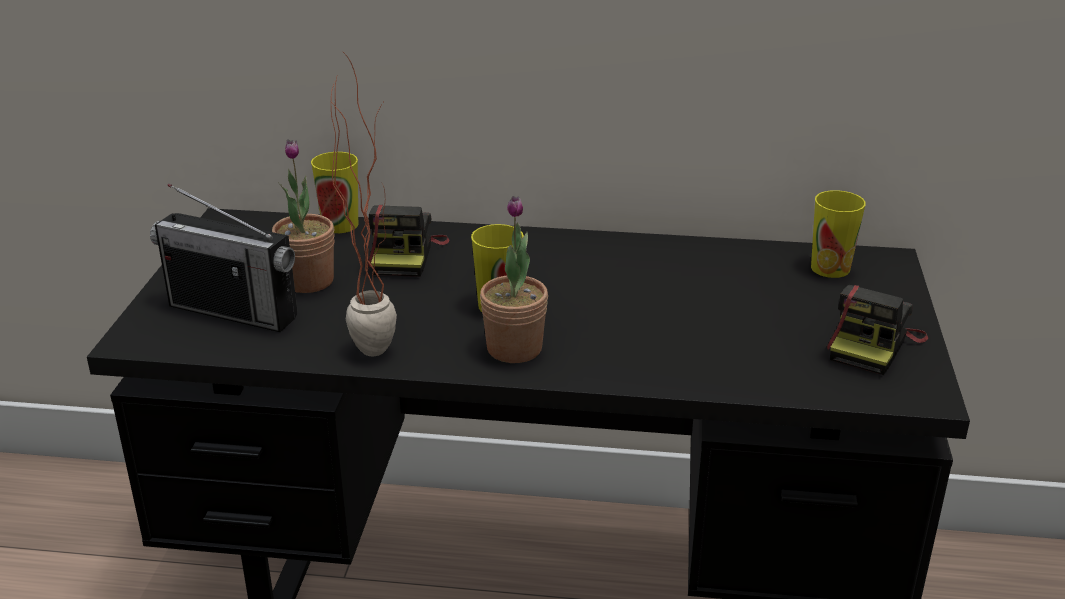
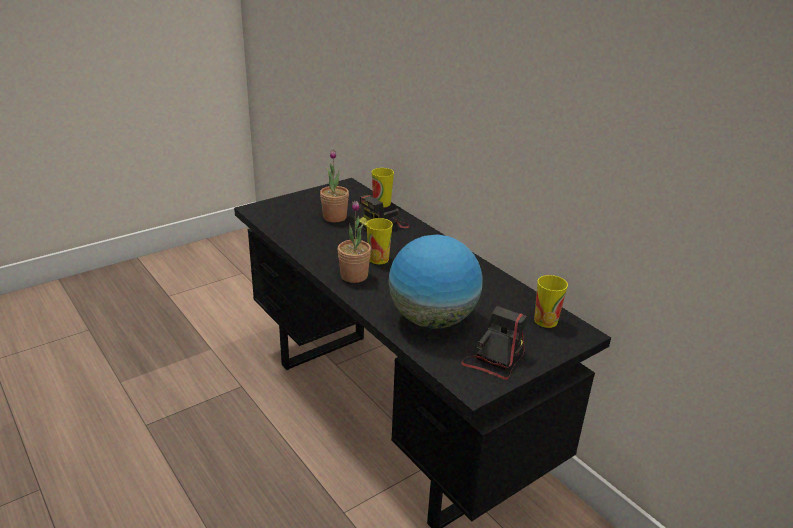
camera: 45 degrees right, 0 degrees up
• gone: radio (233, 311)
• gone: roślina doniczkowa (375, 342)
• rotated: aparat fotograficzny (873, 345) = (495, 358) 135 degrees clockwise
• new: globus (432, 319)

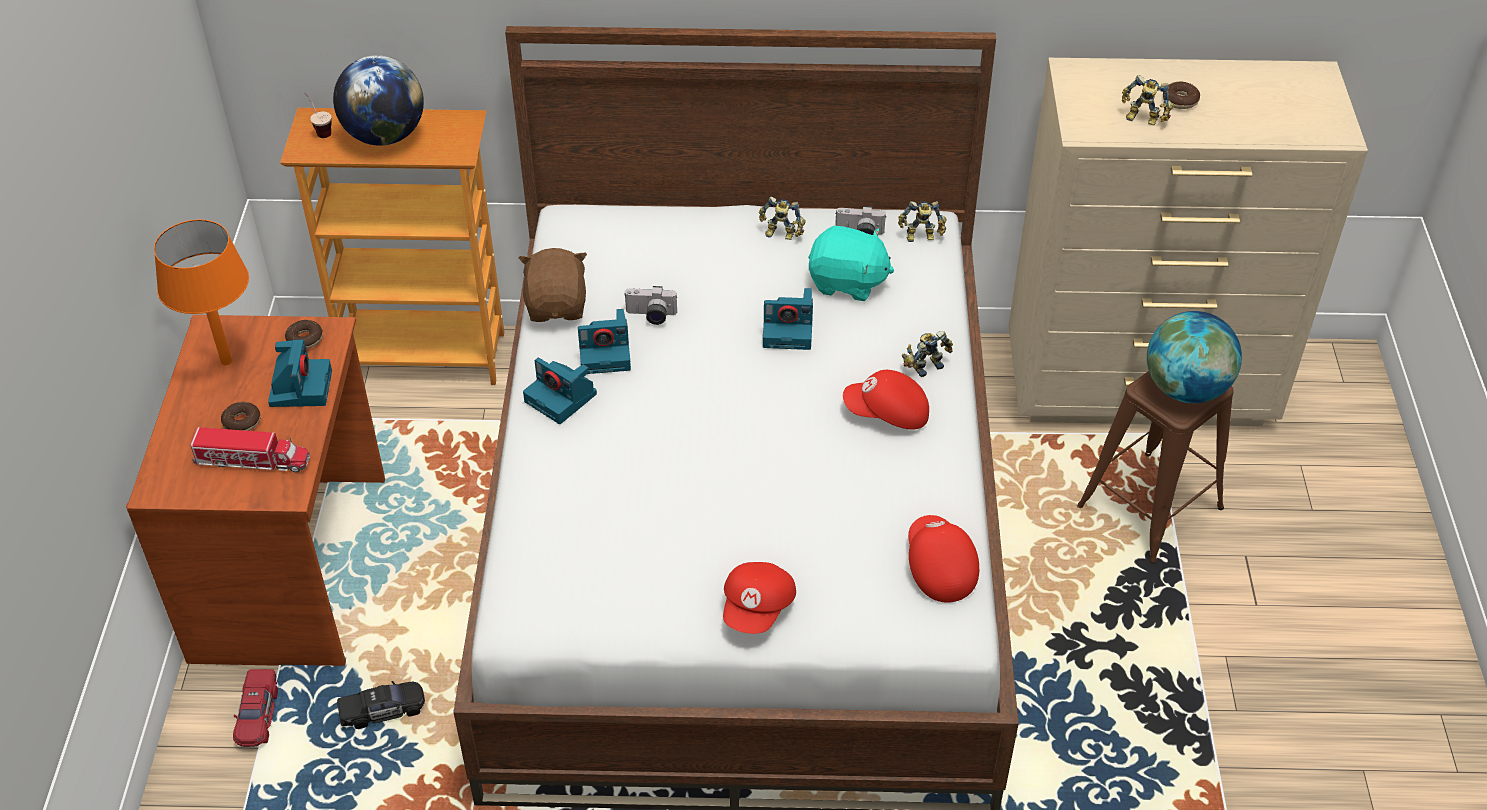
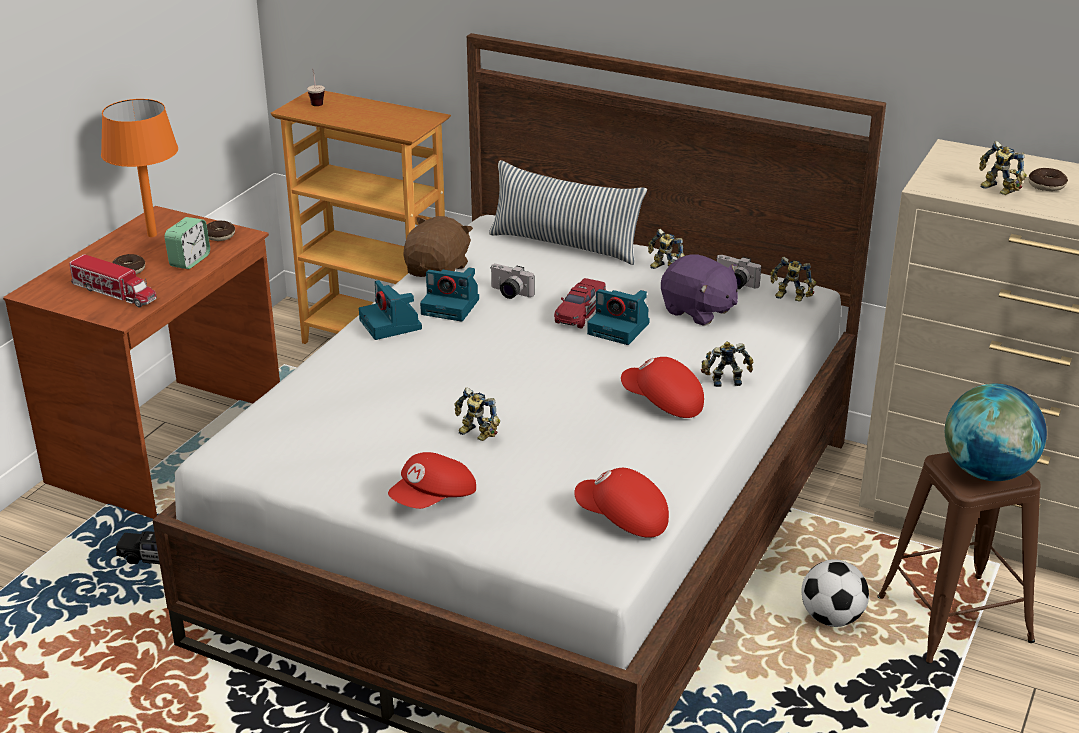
camera: 25 degrees right, 15 degrees down
• shifted: samochodzik/czerwony (258, 715) to (580, 313)
• swapped: aparat fotograficzny (300, 387) to budzik (190, 261)
• gone: globus (385, 136)
• repainted: pluszak/turkusowy (847, 282) to pluszak/fioletowy (698, 311)
• rotated: czapka z daszkiem/czerwony (938, 568) = (622, 519) 75 degrees counterclockwise
• new: robot zabawkowy (475, 435)
• new: poduszka (565, 245)
• new: piłka futbolowa (832, 618)

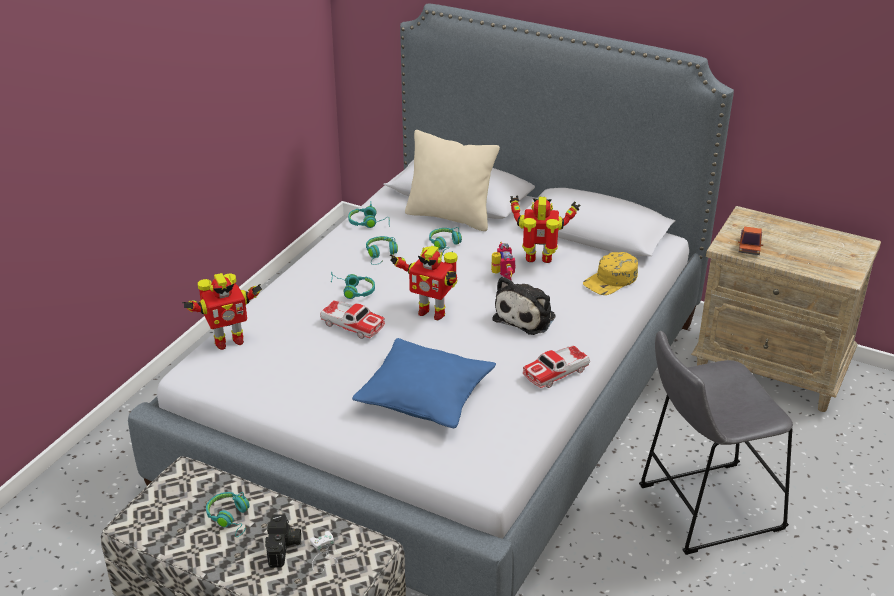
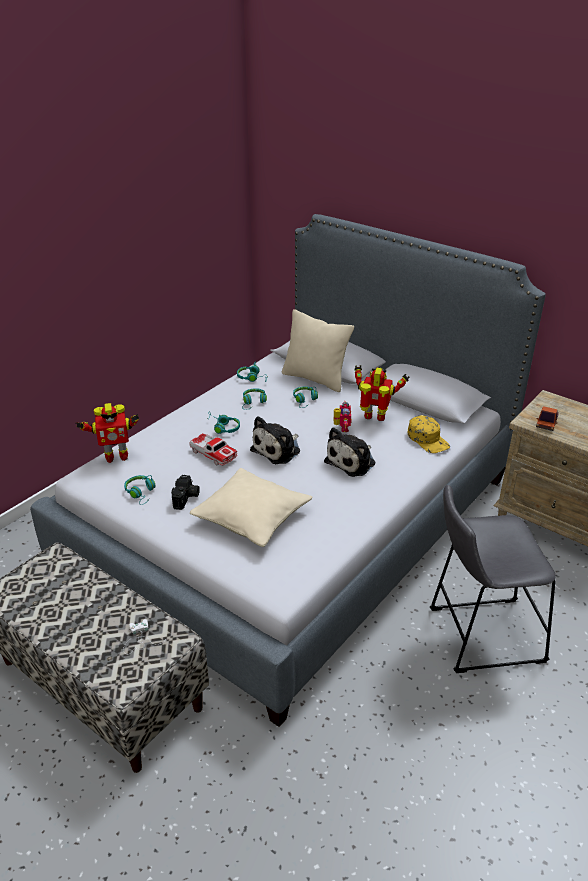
camera: 10 degrees right, 0 degrees up
• shifted: słuchawki/turkusowy (231, 518) to (141, 493)
• shifted: aparat fotograficzny (284, 548) to (186, 498)
• repainted: poduszka/niebieski (425, 397) to poduszka/beżowy (252, 517)
• swapped: robot zabawkowy (431, 312) to pluszak (278, 450)
• gone: samochodzik (556, 372)
• rotated: czapka z daszkiem/żółty (611, 280) = (428, 439) 90 degrees counterclockwise

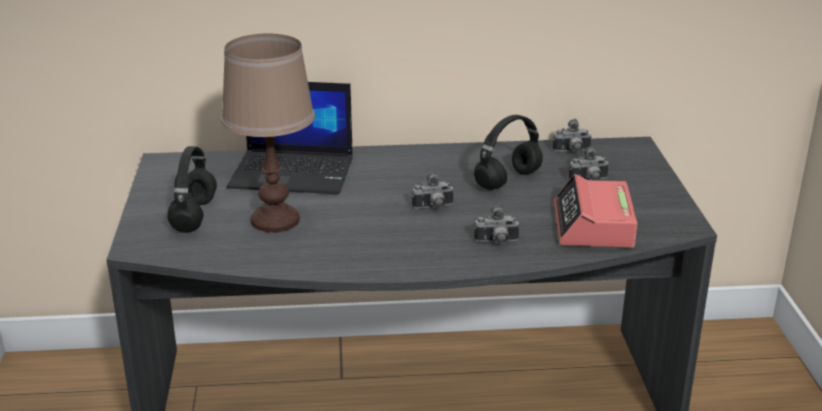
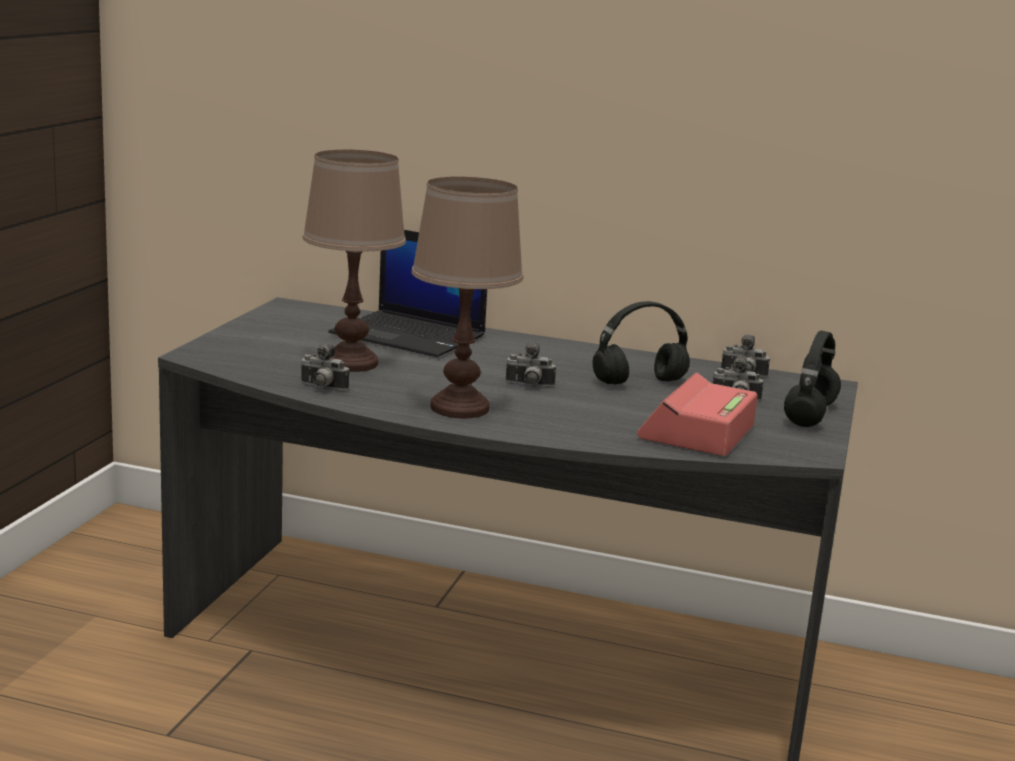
camera: 20 degrees right, 10 degrees down
• shifted: słuchawki/czarny (194, 215) to (809, 415)
• shifted: aparat fotograficzny (496, 242) to (322, 388)
• new: lampa stołowa/brązowy (459, 408)

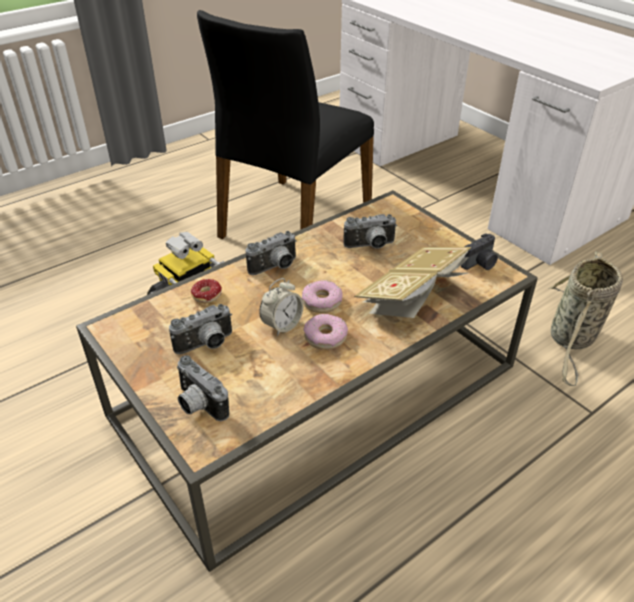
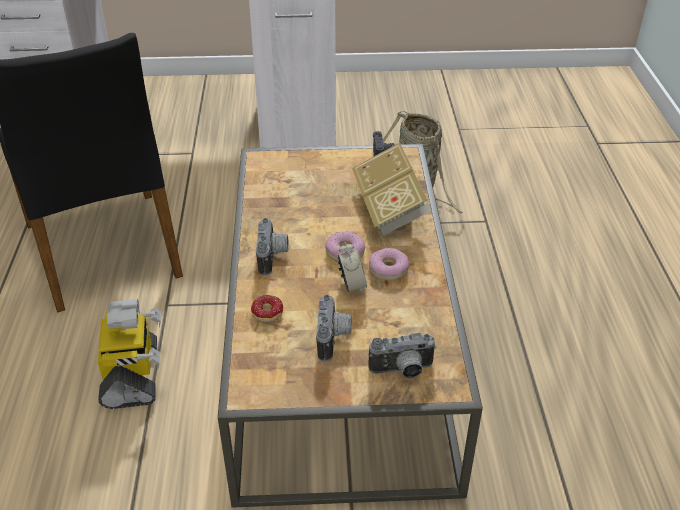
camera: 55 degrees left, 0 degrees up
• gone: aparat fotograficzny (370, 246)

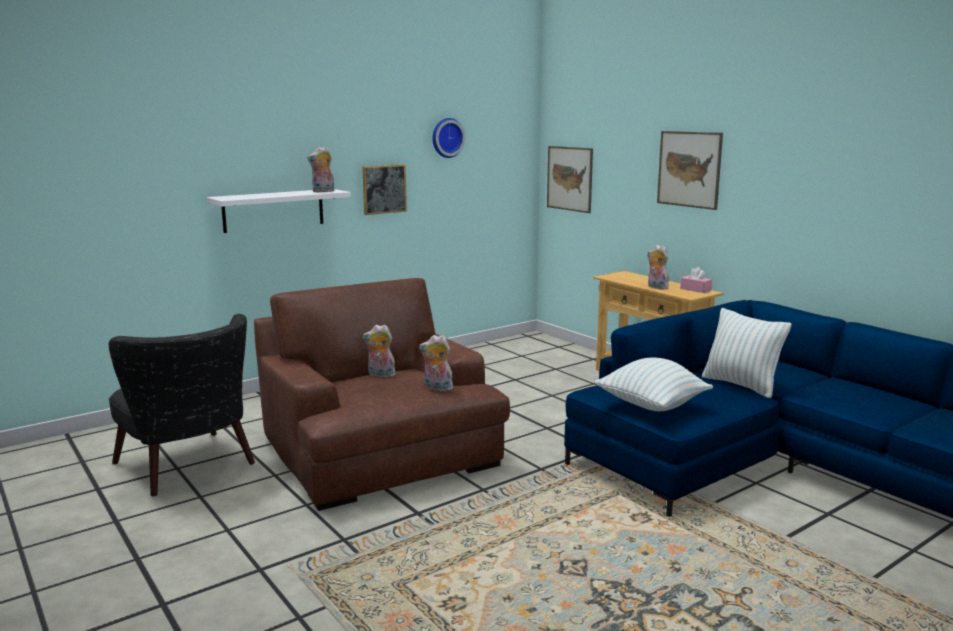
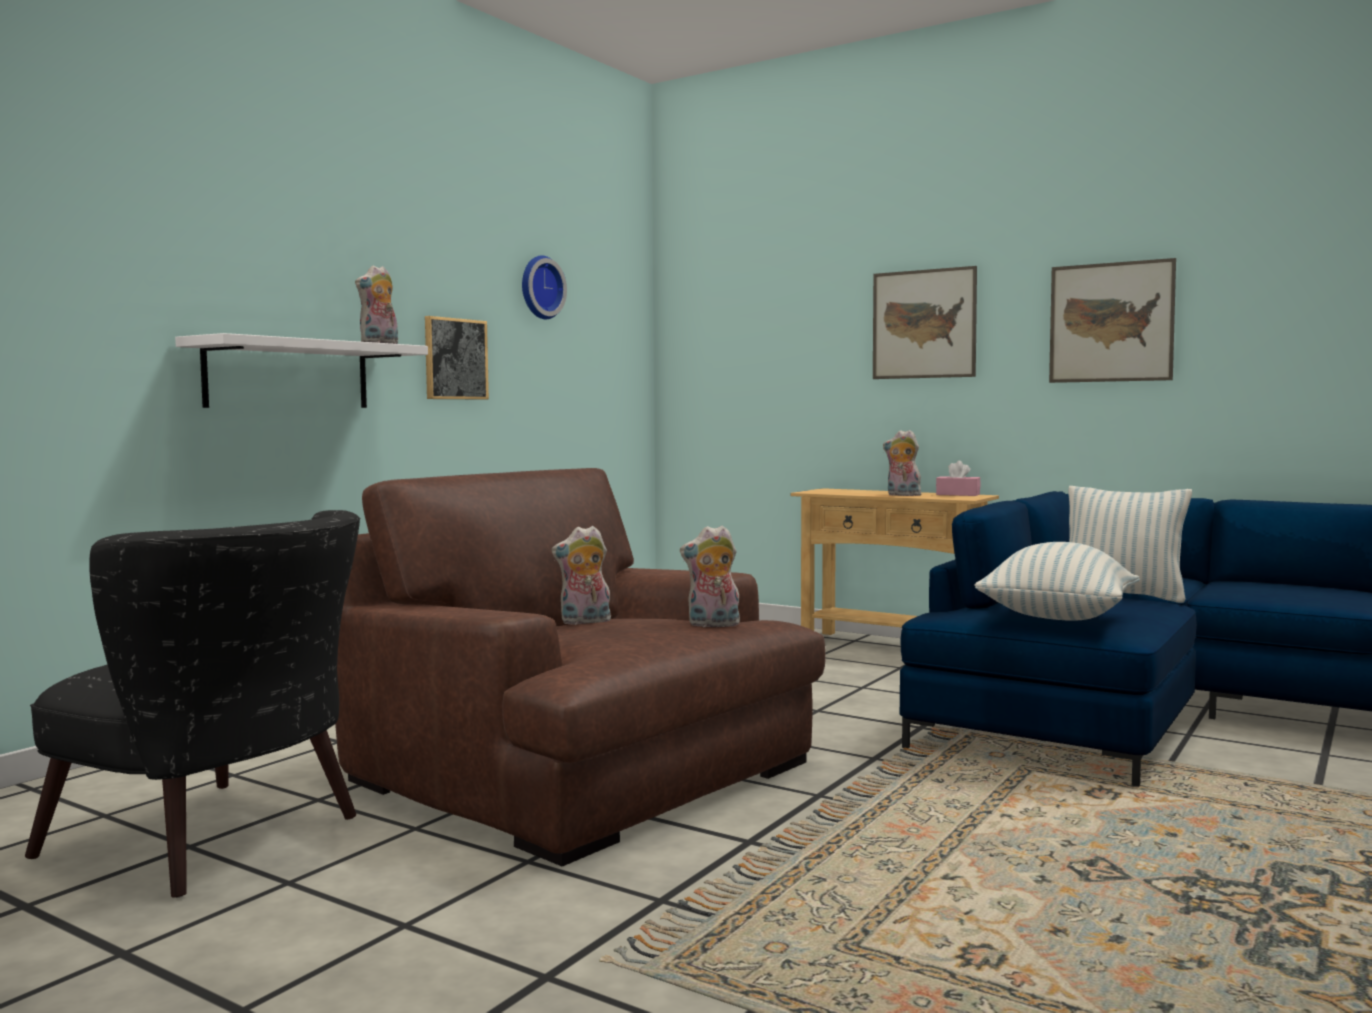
camera: 20 degrees left, 10 degrees down
• shifted: obraz (569, 178) to (1111, 322)

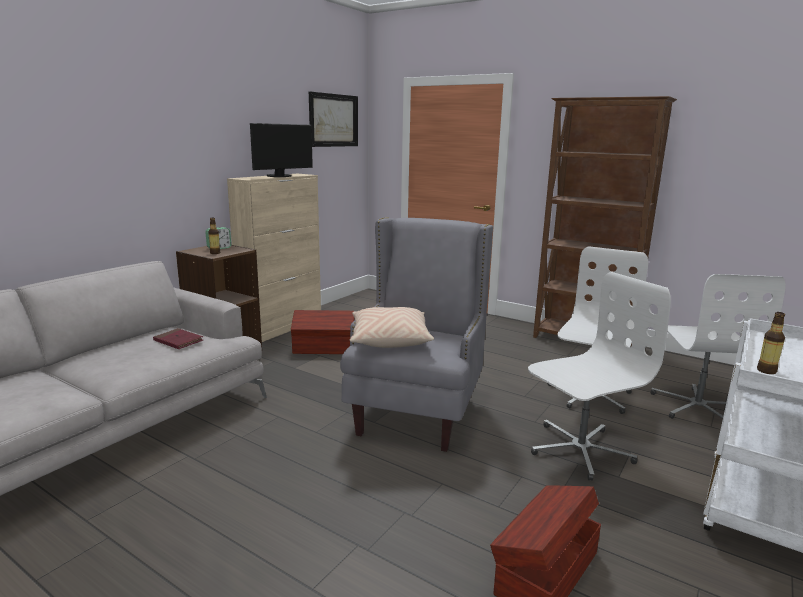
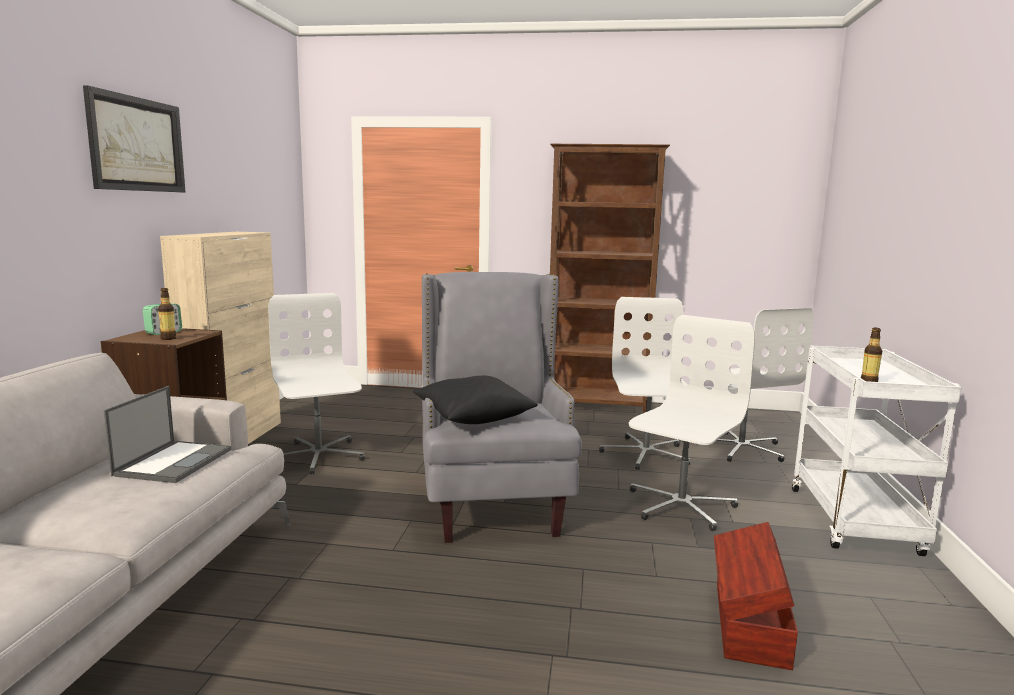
camera: 25 degrees left, 5 degrees down
• swapped: książka/czerwony (178, 341) to laptop (174, 462)
• gone: monitor (281, 176)
• swapped: pojemnik do przechowywania/brązowy (324, 349) to krzesło biurowe/biały (318, 456)
• shifted: obraz (333, 120) to (137, 144)
• repainted: poduszka/beżowy (389, 339) to poduszka/czarny (472, 416)

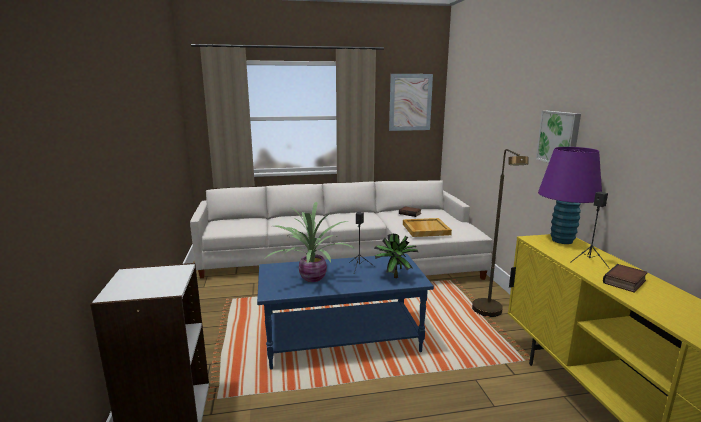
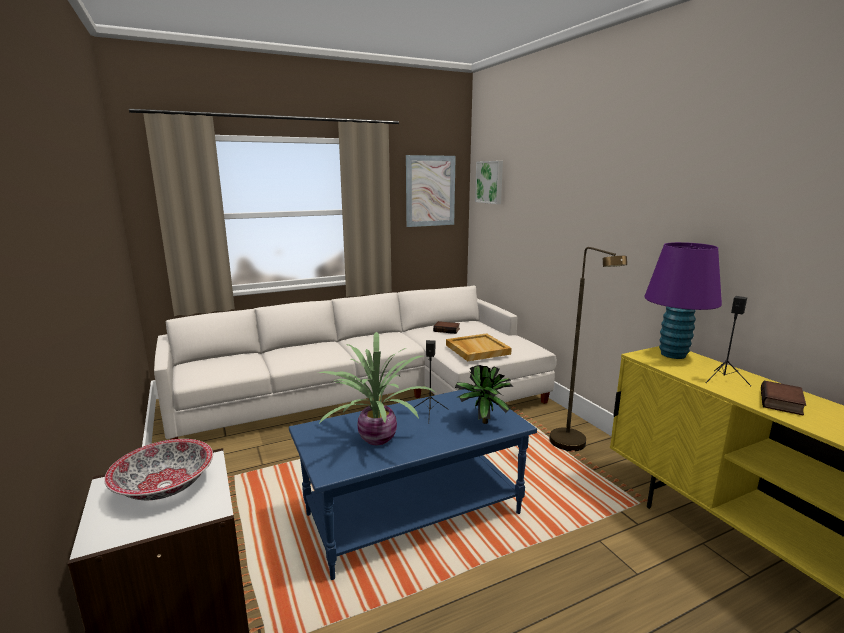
camera: 15 degrees left, 0 degrees up
• shifted: obraz (559, 138) to (490, 182)
• new: miska (166, 486)

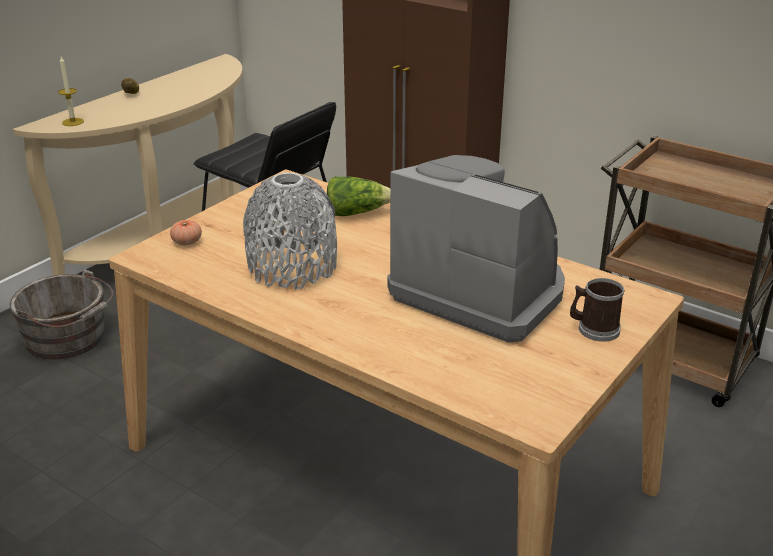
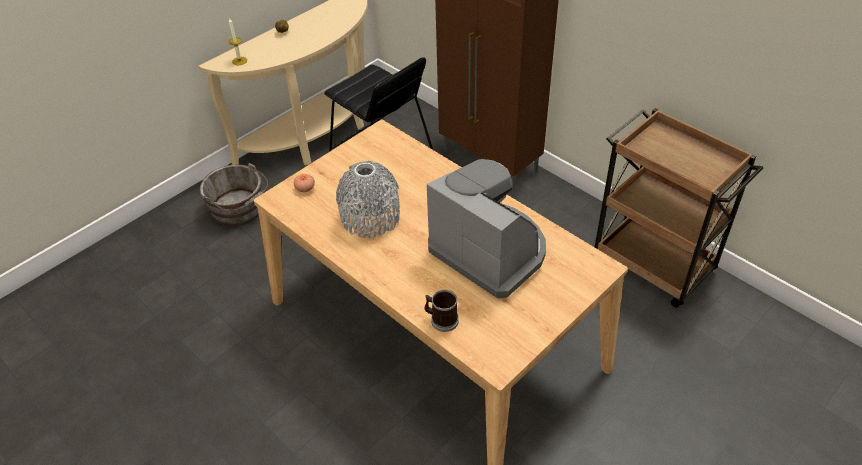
camera: 10 degrees right, 15 degrees up
• gone: sałata (357, 213)
• shifted: kubek (594, 329) to (441, 319)

